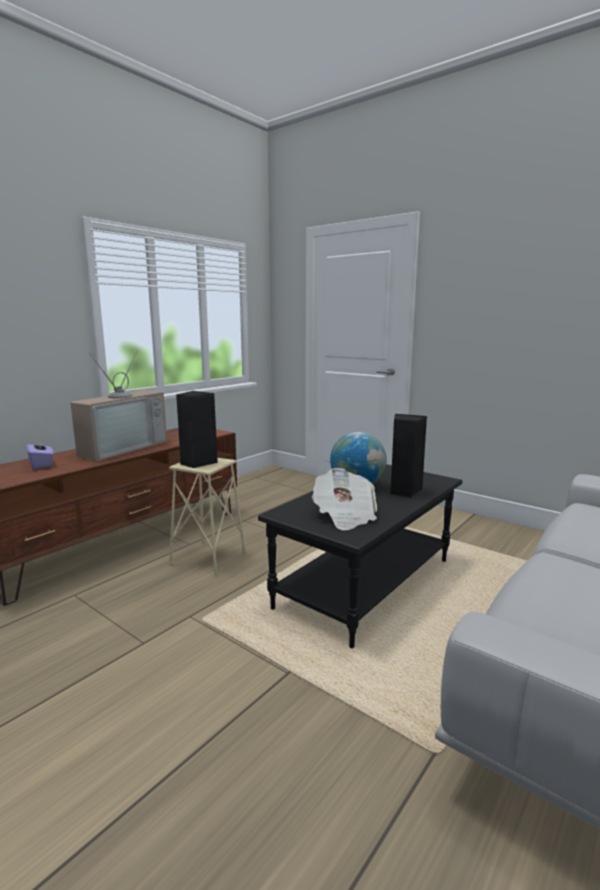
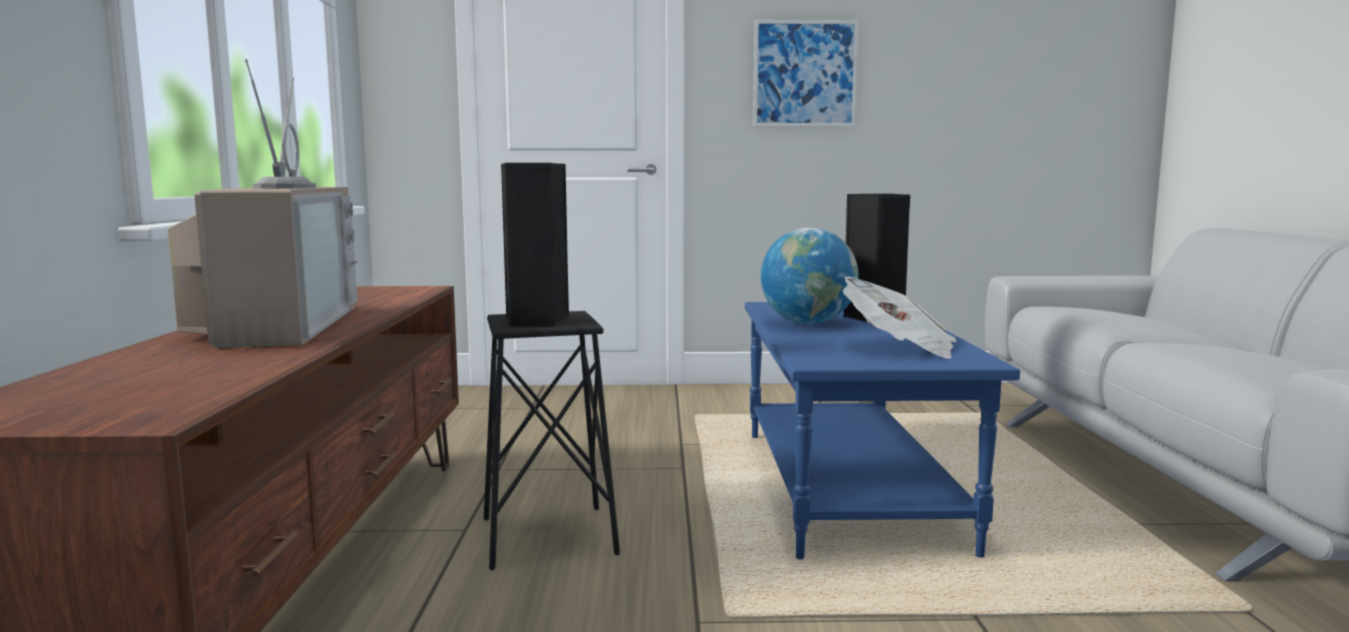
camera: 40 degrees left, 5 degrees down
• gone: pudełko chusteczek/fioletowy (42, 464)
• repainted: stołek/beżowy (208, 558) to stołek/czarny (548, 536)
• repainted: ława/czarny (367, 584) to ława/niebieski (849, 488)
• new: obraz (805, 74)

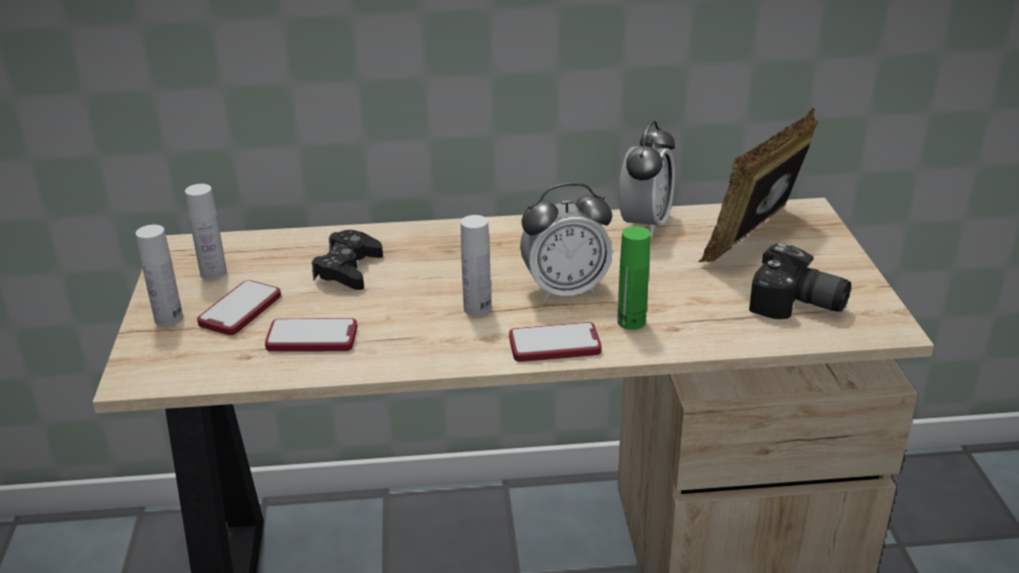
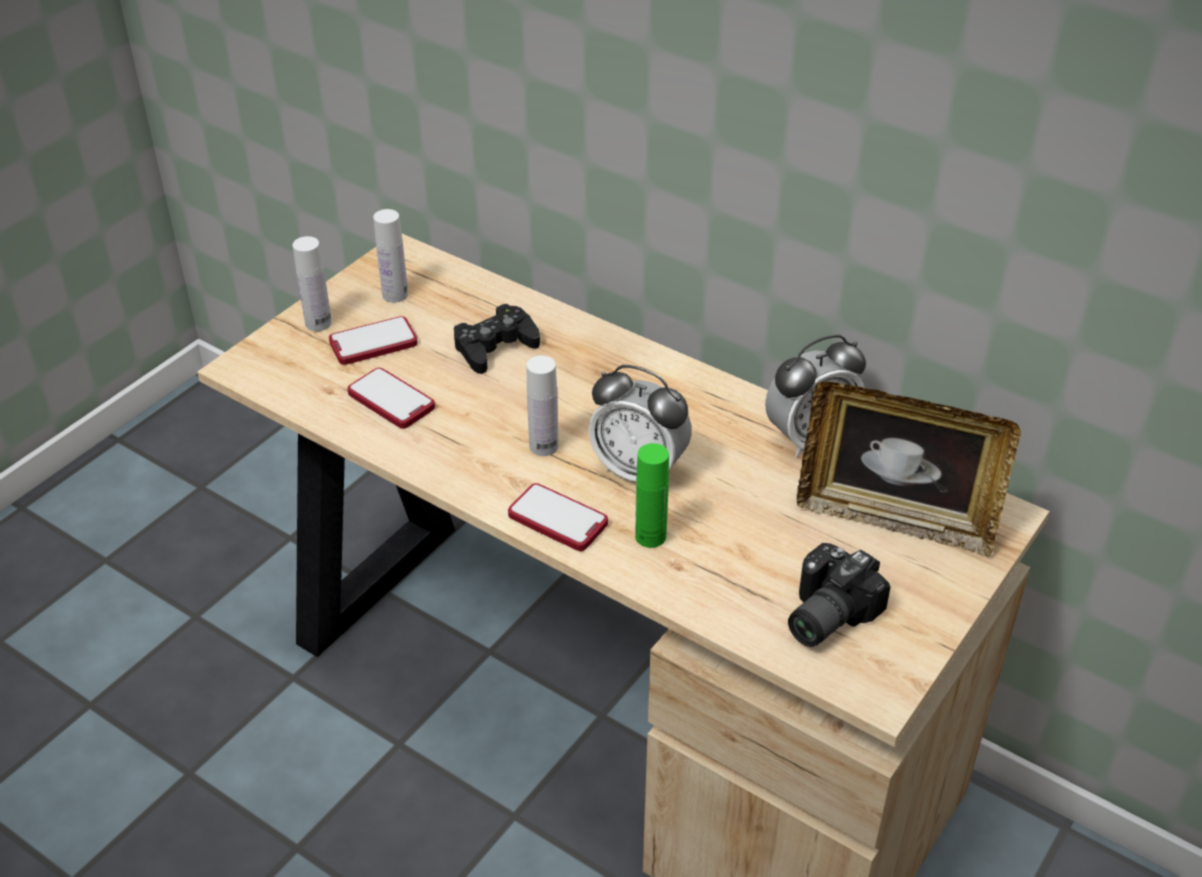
camera: 40 degrees right, 10 degrees up
• rotated: ramka na zdjęcie (756, 239) = (895, 518) 150 degrees counterclockwise
• rotated: aparat fotograficzny (797, 306) = (823, 614) 60 degrees clockwise

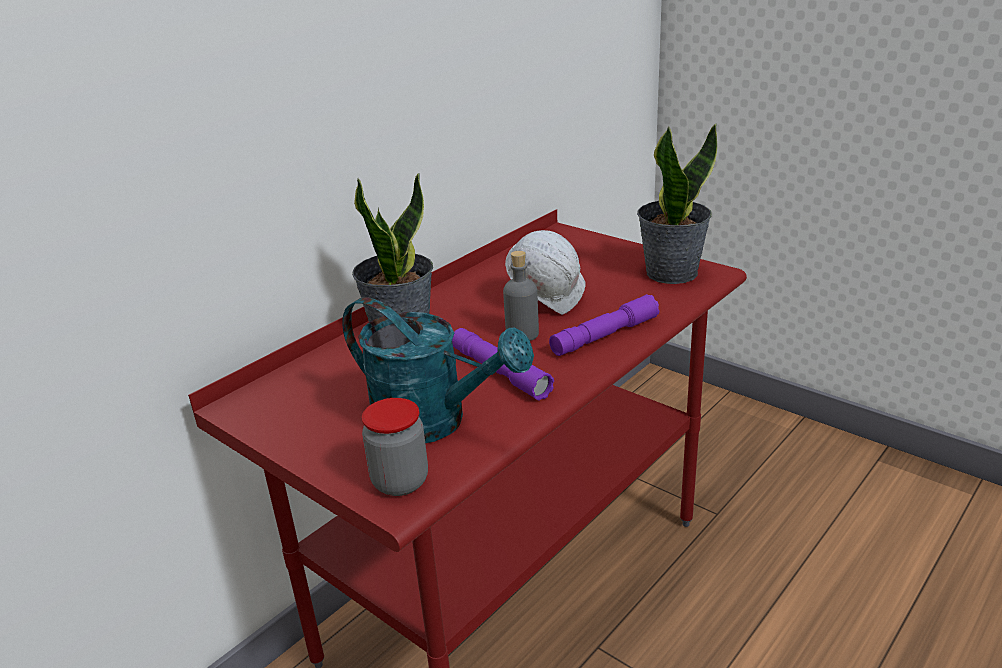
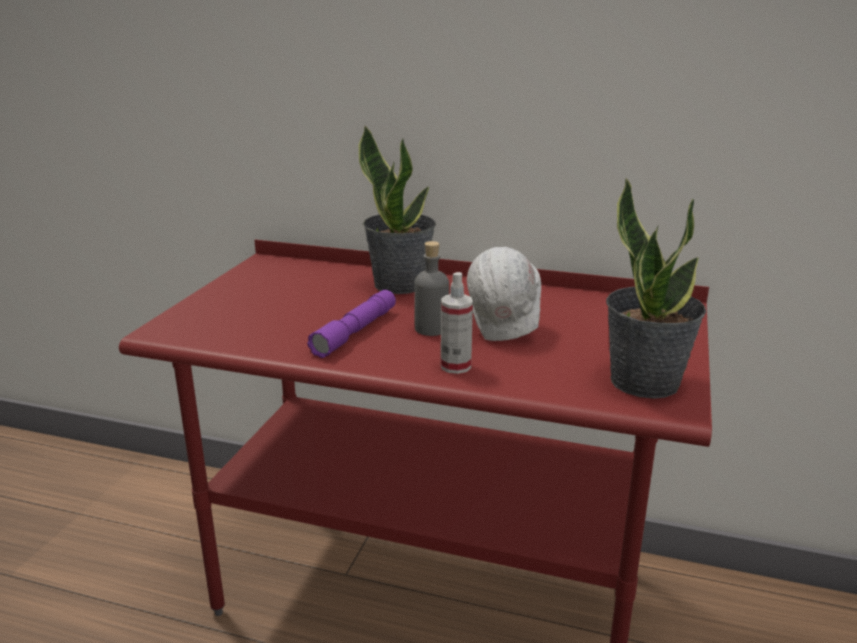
camera: 65 degrees right, 5 degrees down
• gone: konewka/turkusowy (433, 422)
• gone: słoik (400, 482)
• swapped: latarka/fioletowy (604, 336) to spryskiwacz (455, 366)

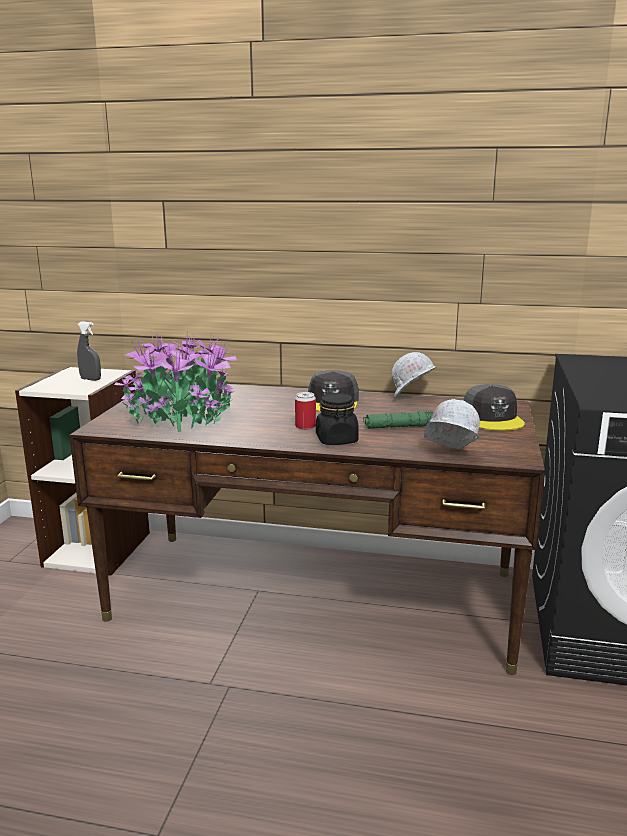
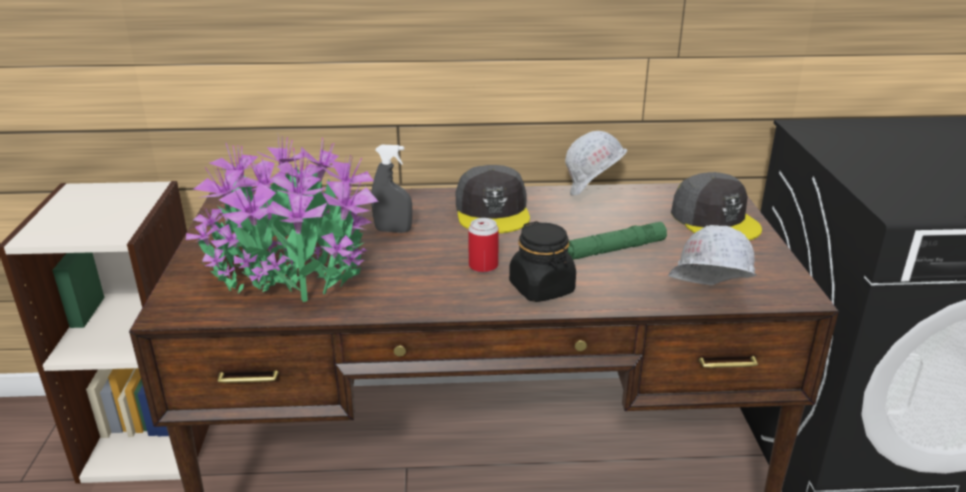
camera: 15 degrees left, 10 degrees up
• shifted: spryskiwacz/szary (90, 379) to (393, 230)

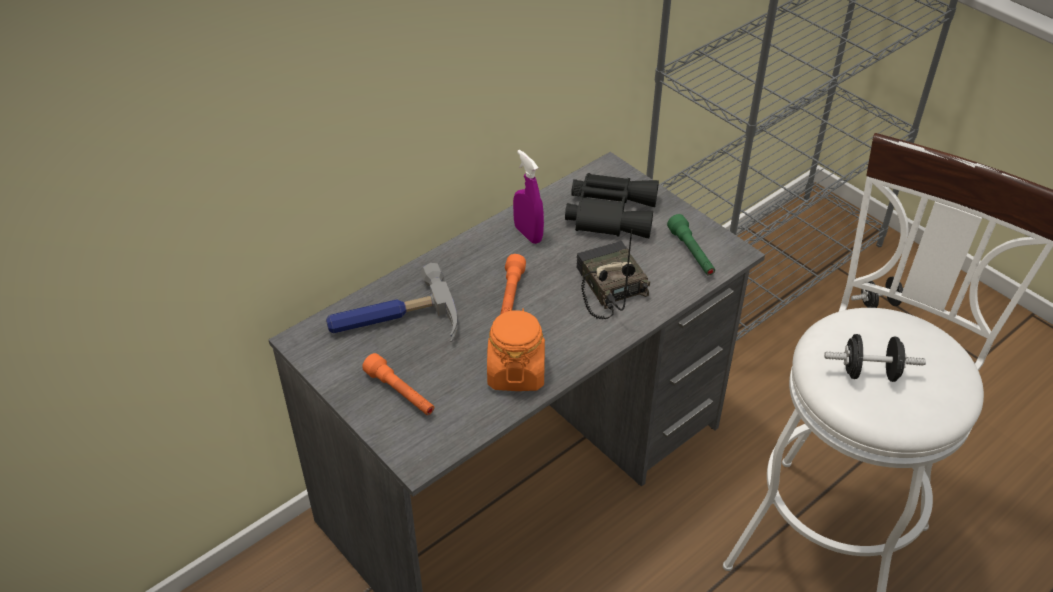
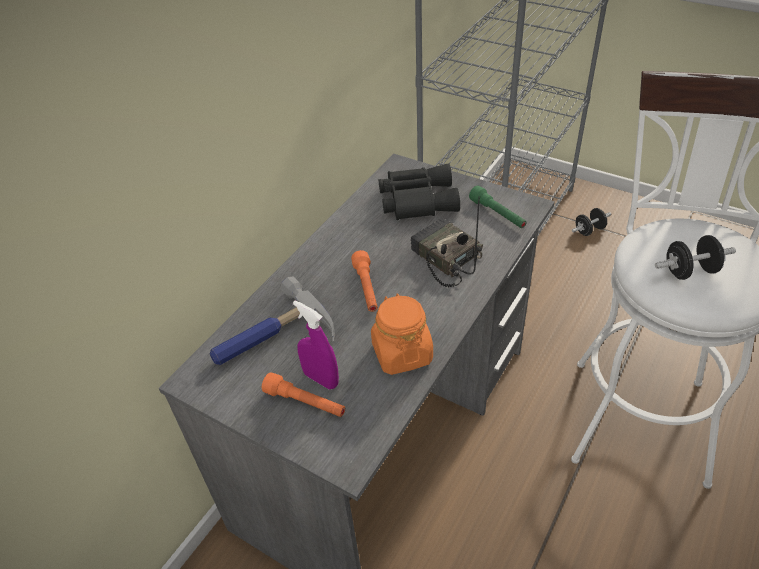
camera: 15 degrees left, 0 degrees up
• shifted: spryskiwacz/fioletowy (528, 234) to (321, 379)

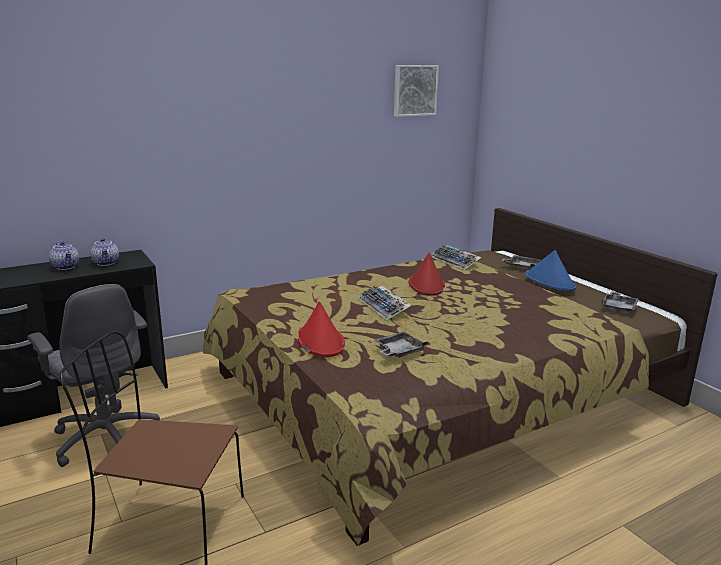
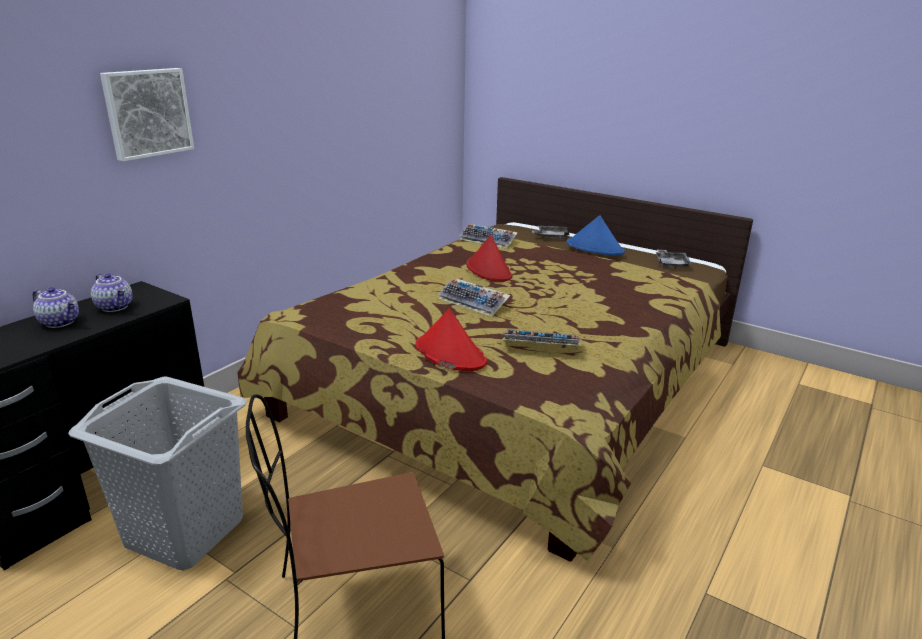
camera: 25 degrees left, 5 degrees up
• swapped: krzesło biurowe/szary (106, 437) to kosz na pranie/szary (185, 533)
• swapped: taca/szary (398, 352) to klawiatura (539, 348)
• shifted: obraz (414, 90) to (147, 113)

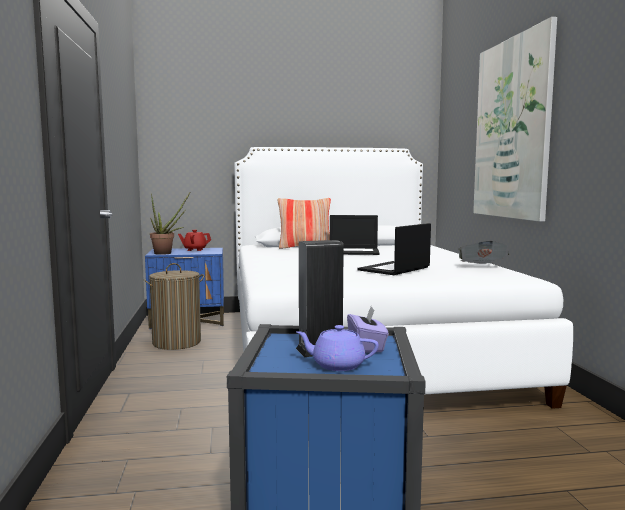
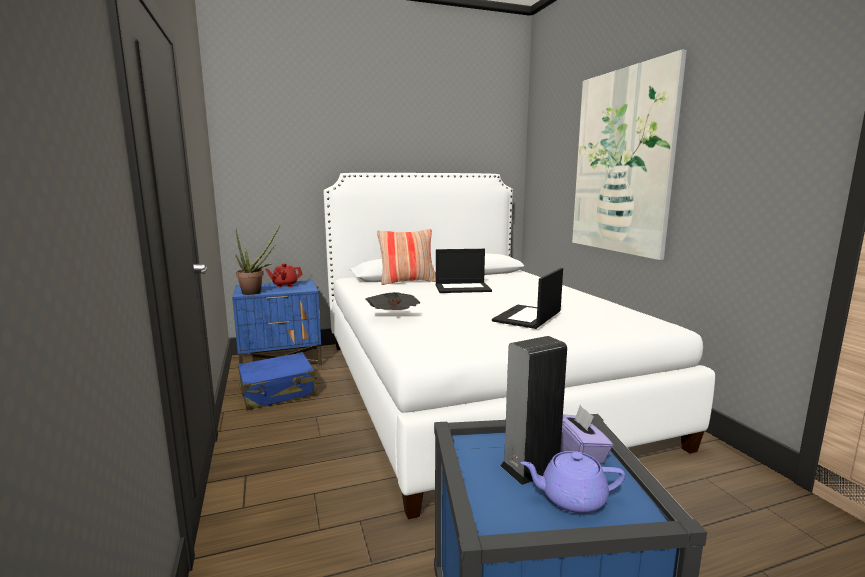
camera: 10 degrees left, 5 degrees up
• swapped: kosz na pranie (177, 342) to walizka/niebieski (278, 392)
• shifted: gazeta (482, 267) to (393, 317)

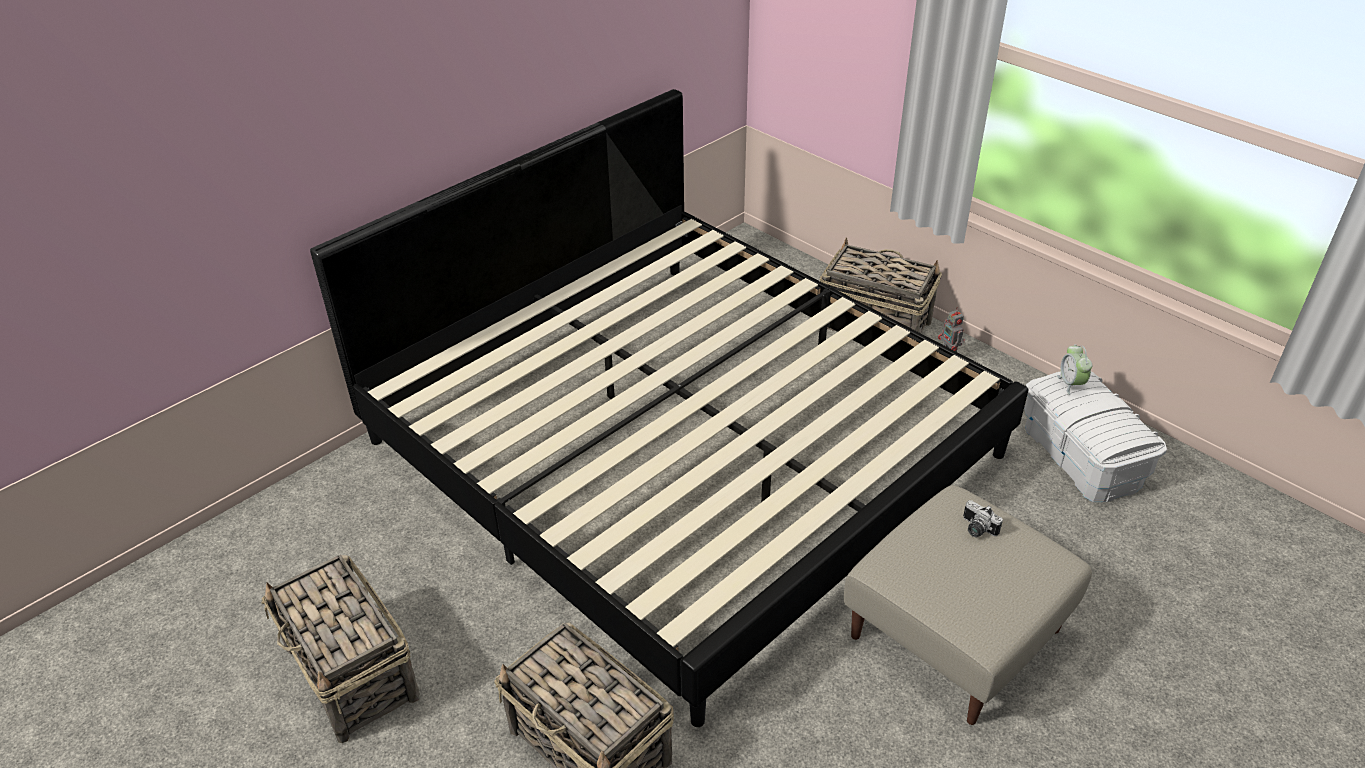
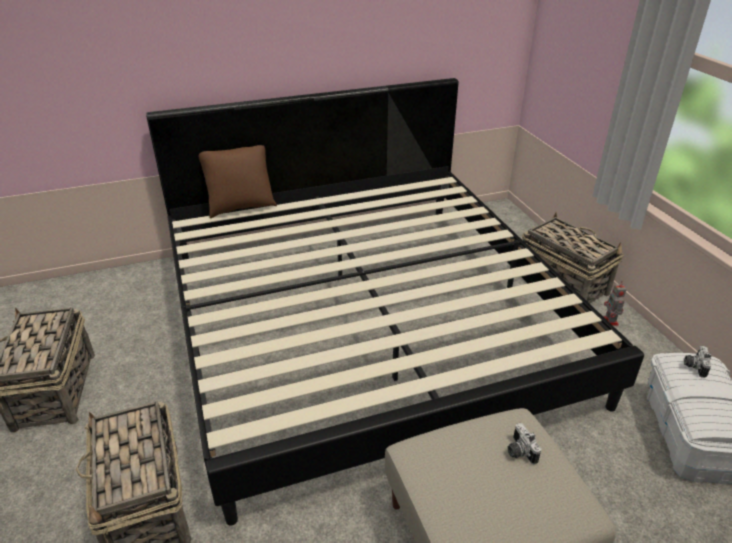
camera: 25 degrees right, 5 degrees down
• swapped: budzik (1071, 384) to aparat fotograficzny (694, 366)
• new: poduszka/brązowy (241, 207)

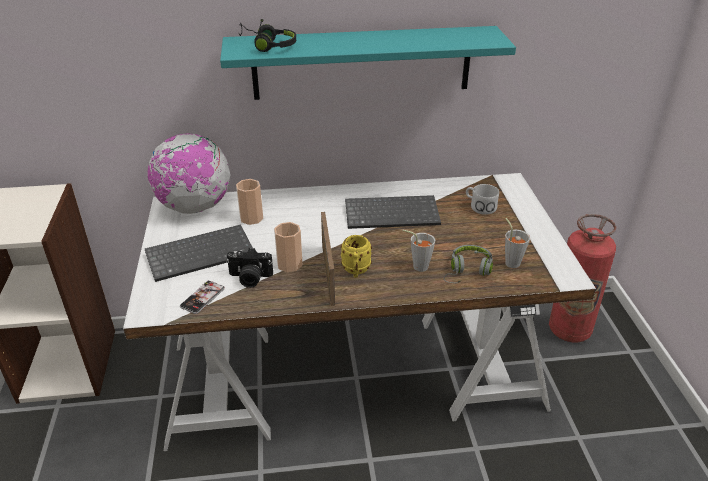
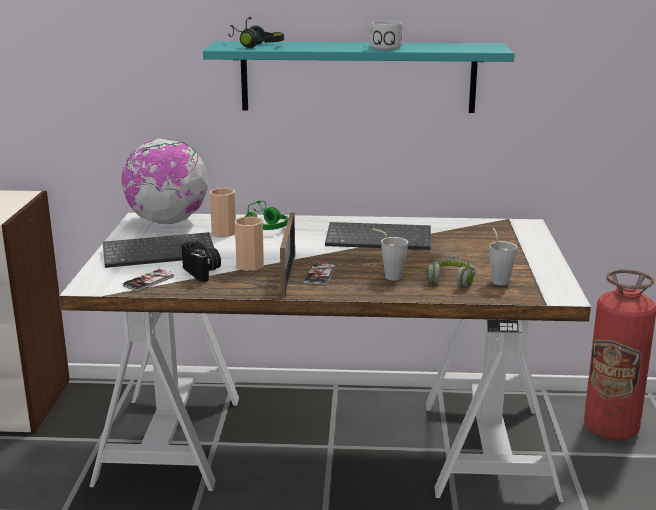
camera: 10 degrees right, 15 degrees down
• rotated: aparat fotograficzny (250, 278) = (203, 272) 135 degrees counterclockwise
• swapped: kubek/żółty (356, 271) to telefon (319, 275)
• shifted: kubek/biały (479, 206) to (382, 47)
• new: słuchawki/zielony (265, 226)

